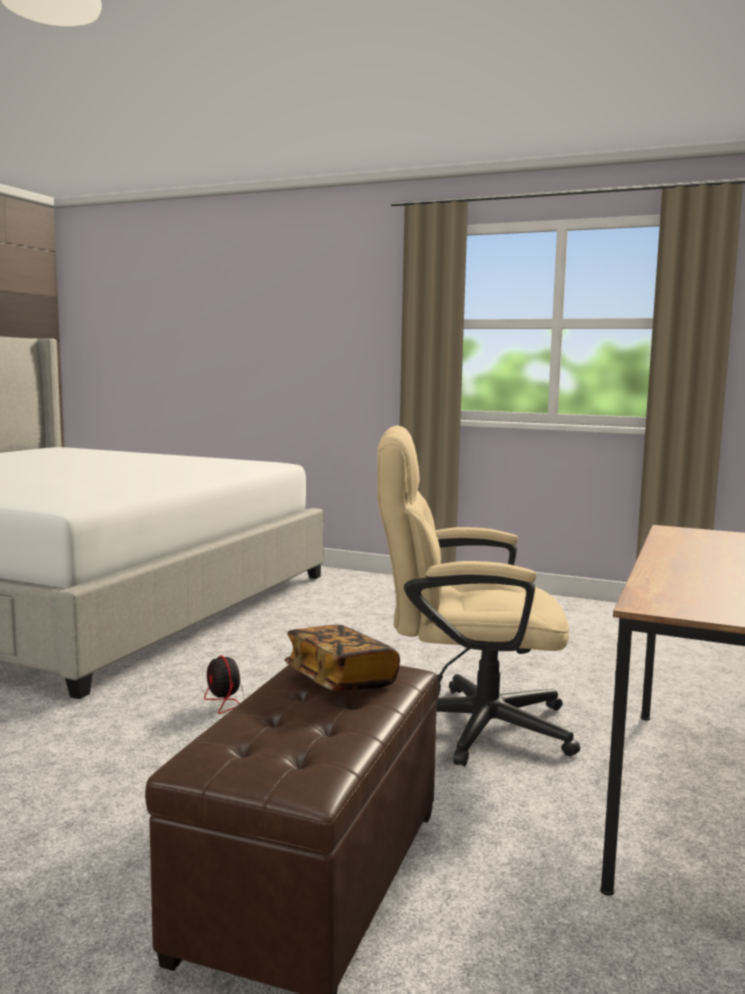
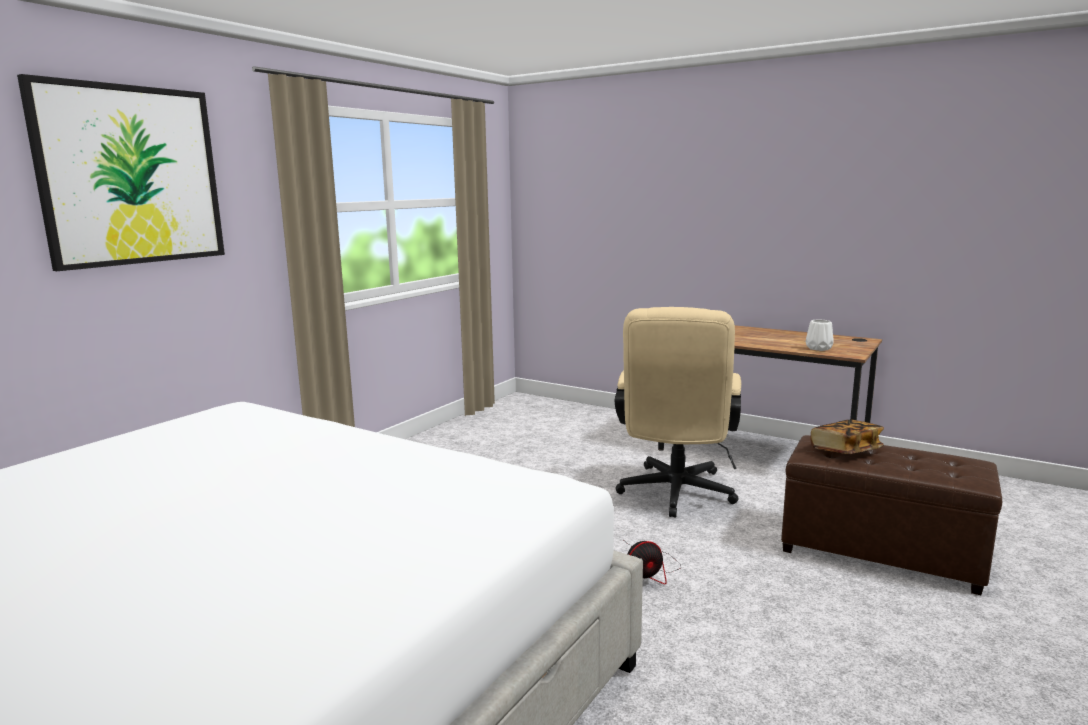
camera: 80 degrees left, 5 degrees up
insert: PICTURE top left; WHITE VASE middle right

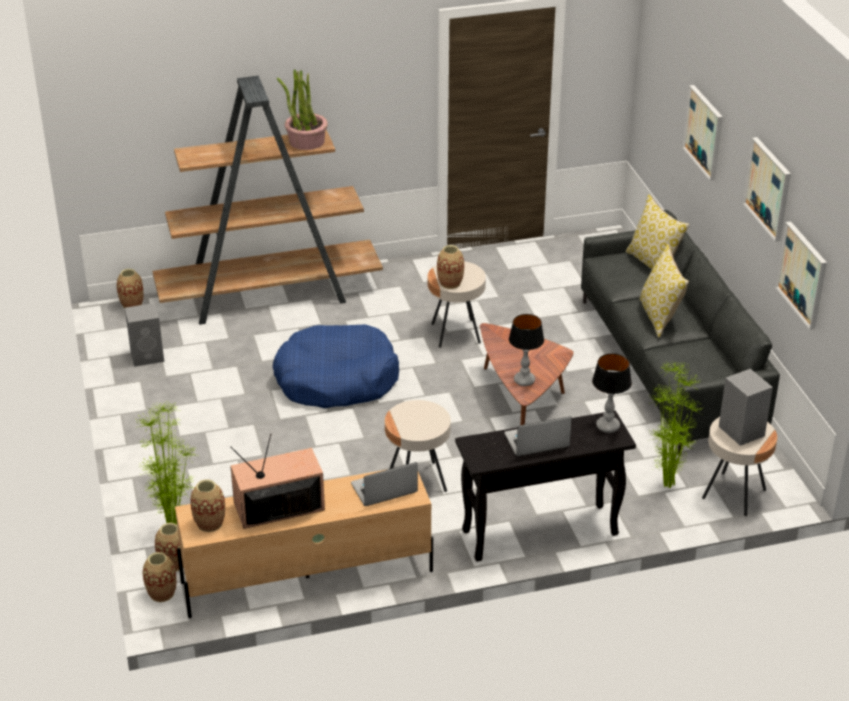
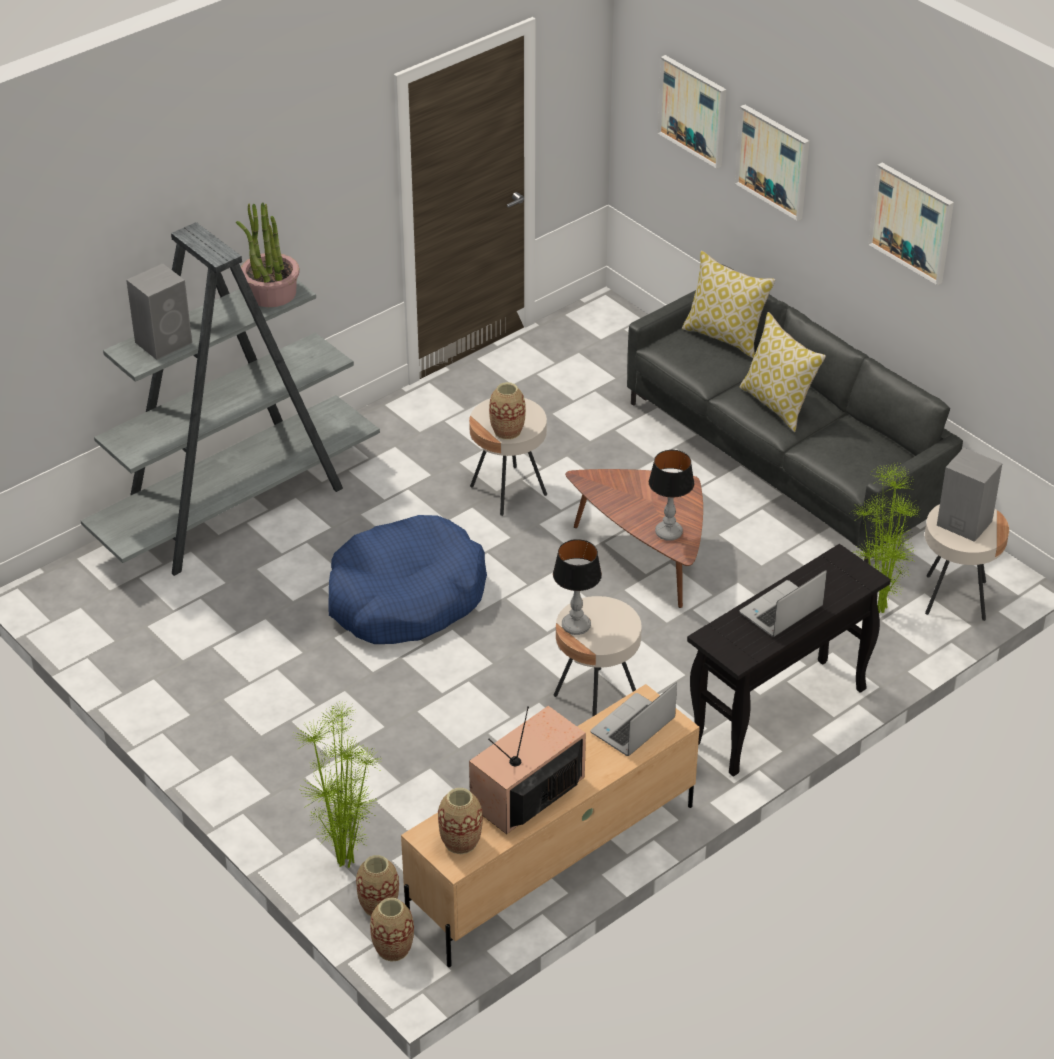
camera: 25 degrees left, 5 degrees up
delete: VASE (1st from left) middle left
move: GREY SPEAKER (1st from left) middle left to top left; TABLE LAMP (2nd from left in the first image) middle right to TABLE LAMP (1st from left) centre; PICTURE (3rd from left in the first image) middle right to PICTURE (1st from left) top centre
recolor: BROWN BOOKCASE top left to GREY BOOKCASE middle left

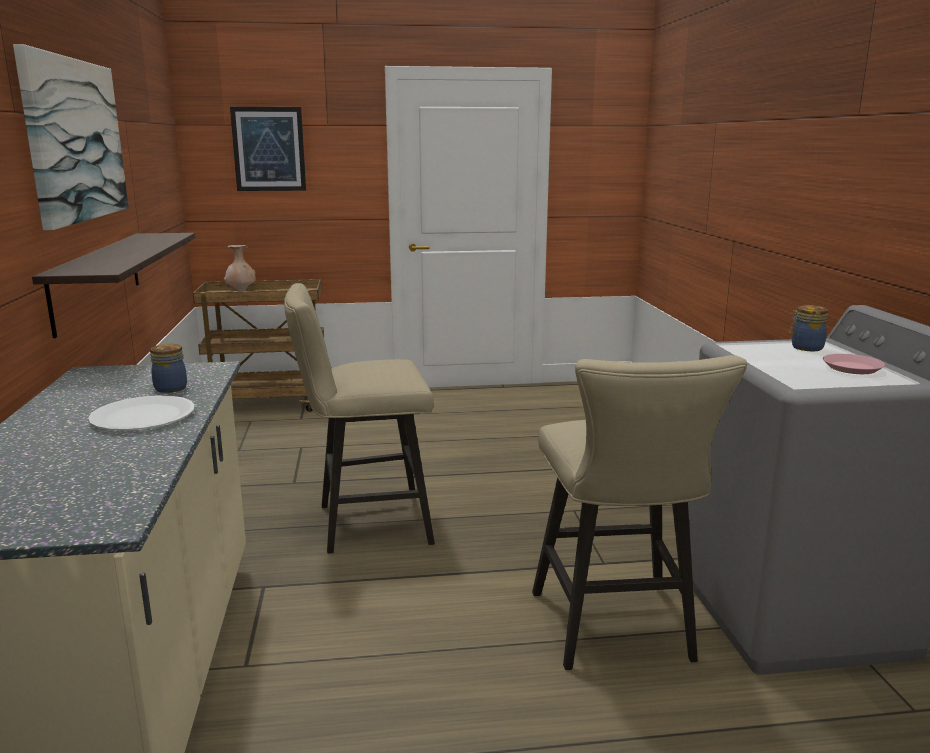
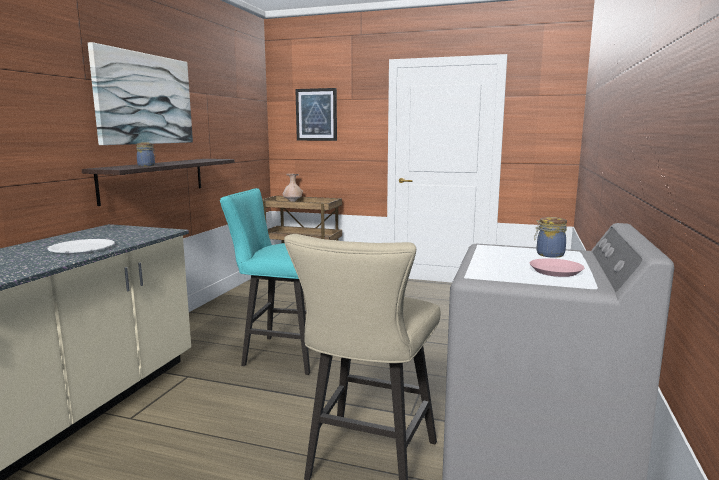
camera: 25 degrees right, 5 degrees down
move: JAR (1st from left) middle left to top left
recolor: BEIGE STOOL (1st from left) centre to TURQUOISE STOOL centre

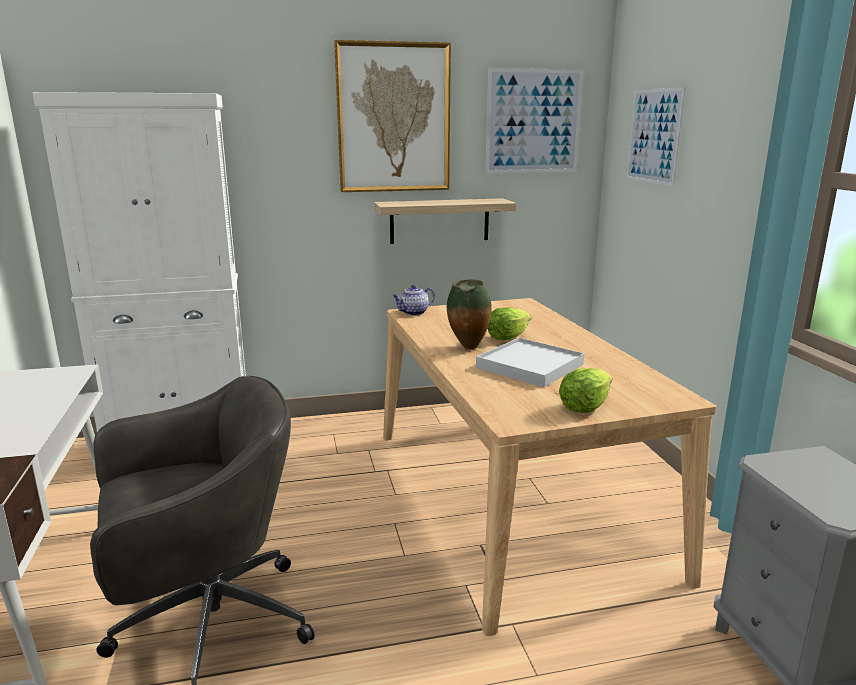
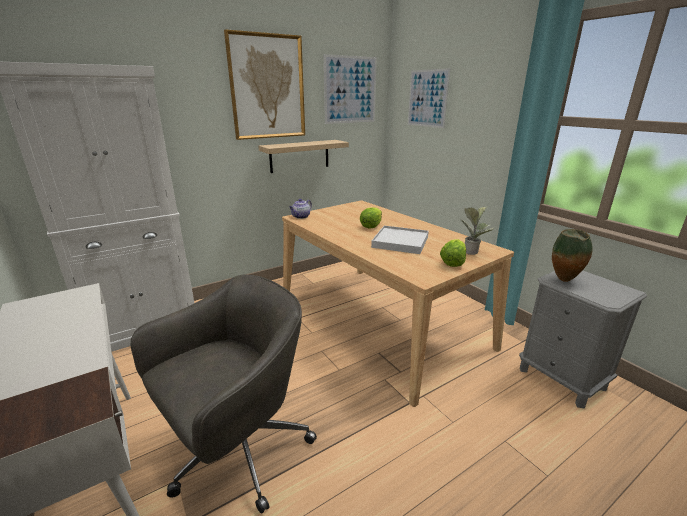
camera: 20 degrees left, 5 degrees up
insert: POTTED PLANT middle right
move: VASE centre to middle right

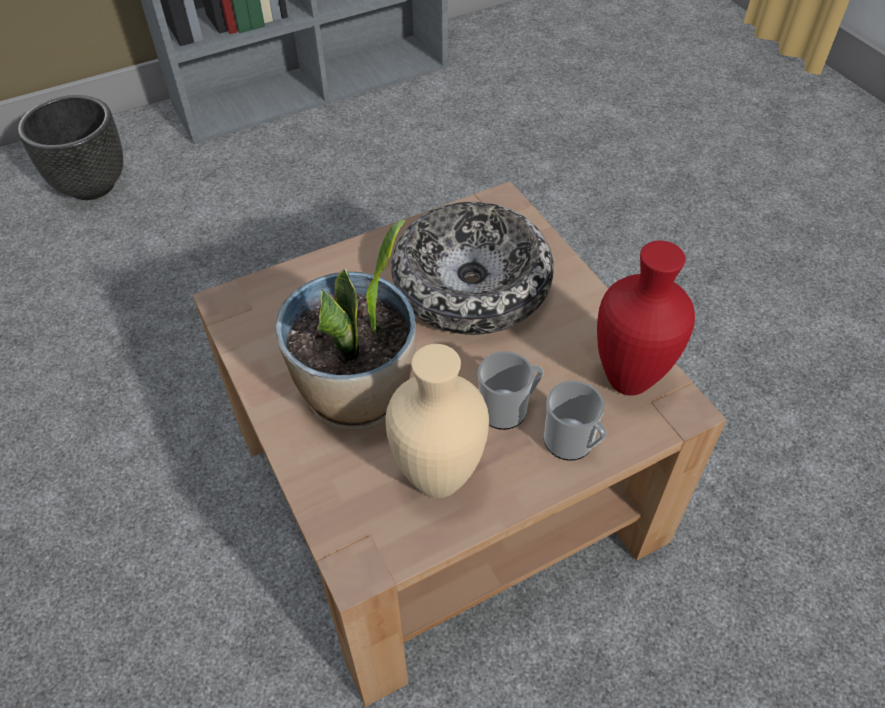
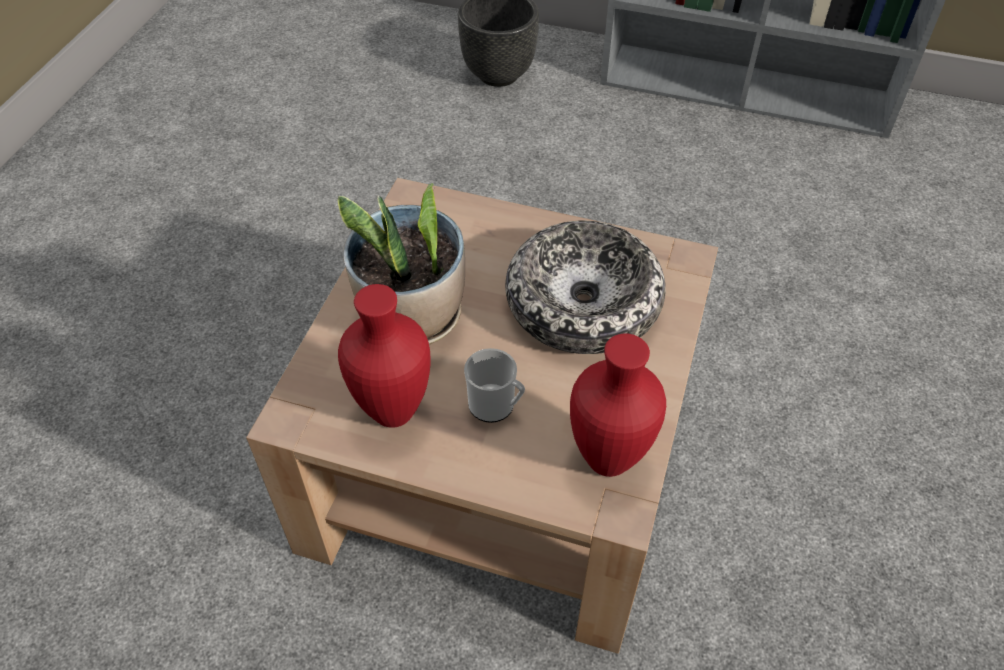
camera: 45 degrees right, 0 degrees up
delete: MUG (2nd from left) centre
recolor: BEIGE VASE centre to RED VASE (1st from left) centre

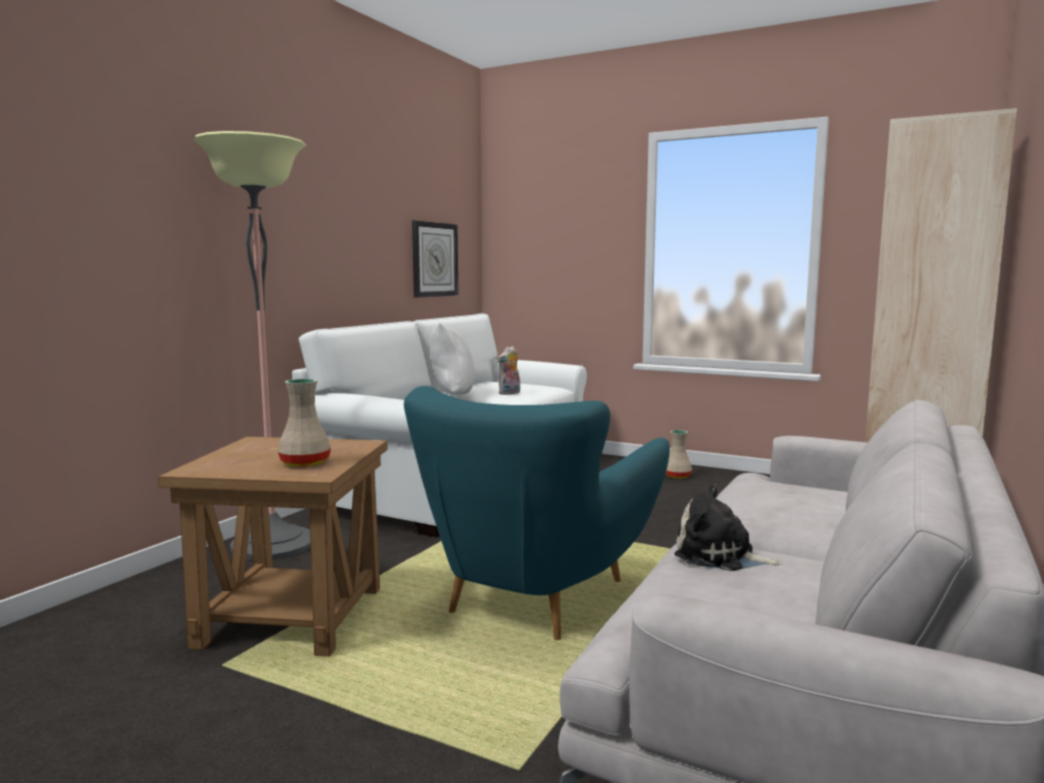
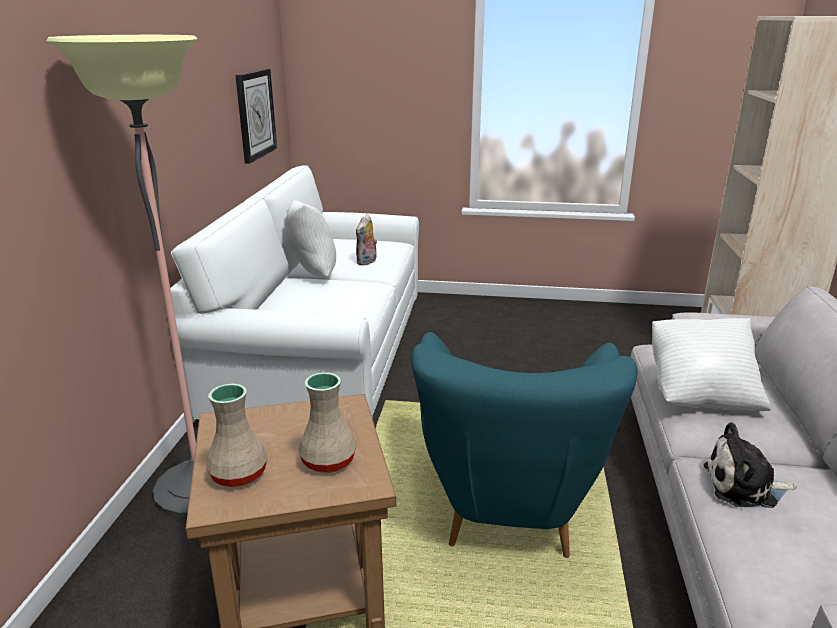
camera: 20 degrees left, 15 degrees up
insert: WHITE PILLOW (2nd from left) middle right
move: BEIGE VASE (2nd from left in the first image) centre to BEIGE VASE (1st from left) bottom left

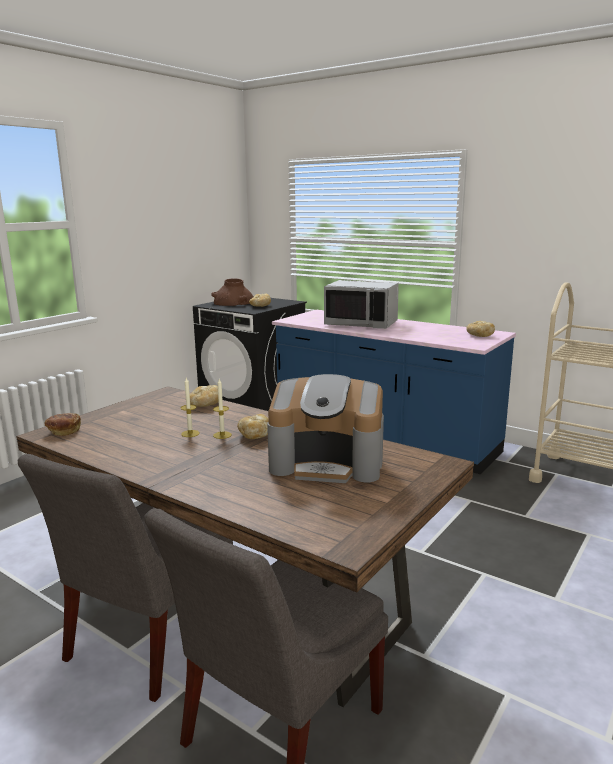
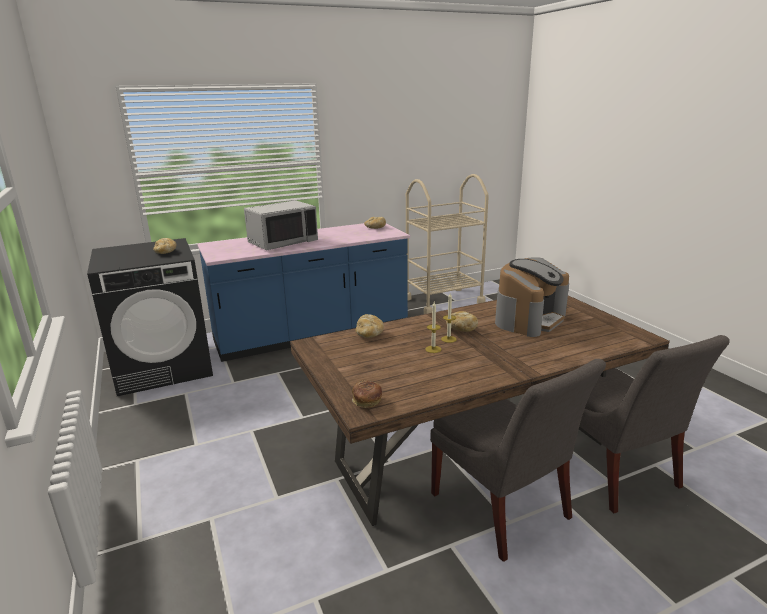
camera: 60 degrees left, 5 degrees up
delete: BROWN VASE centre

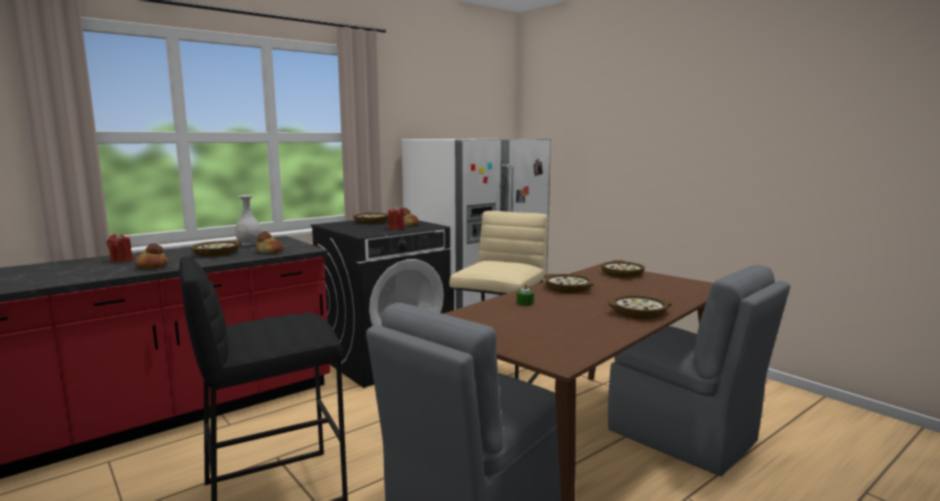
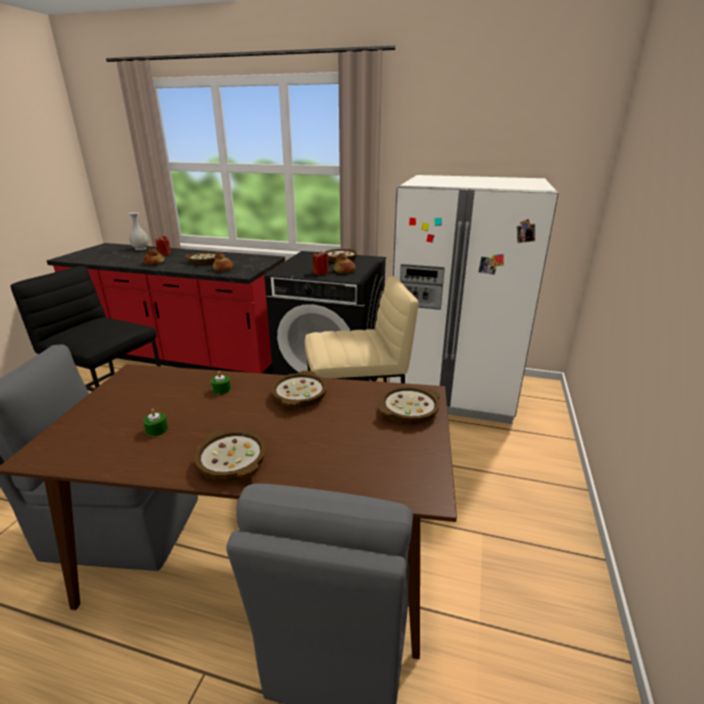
camera: 55 degrees right, 15 degrees up
insert: GREEN CANDLE (1st from left) middle left
move: WHITE VASE middle left to top left

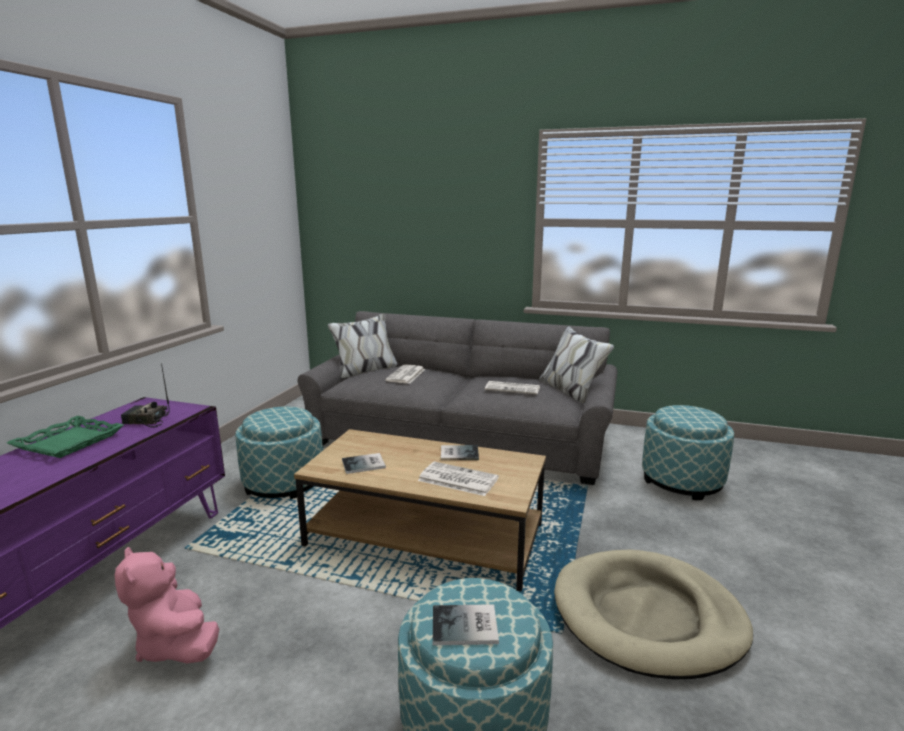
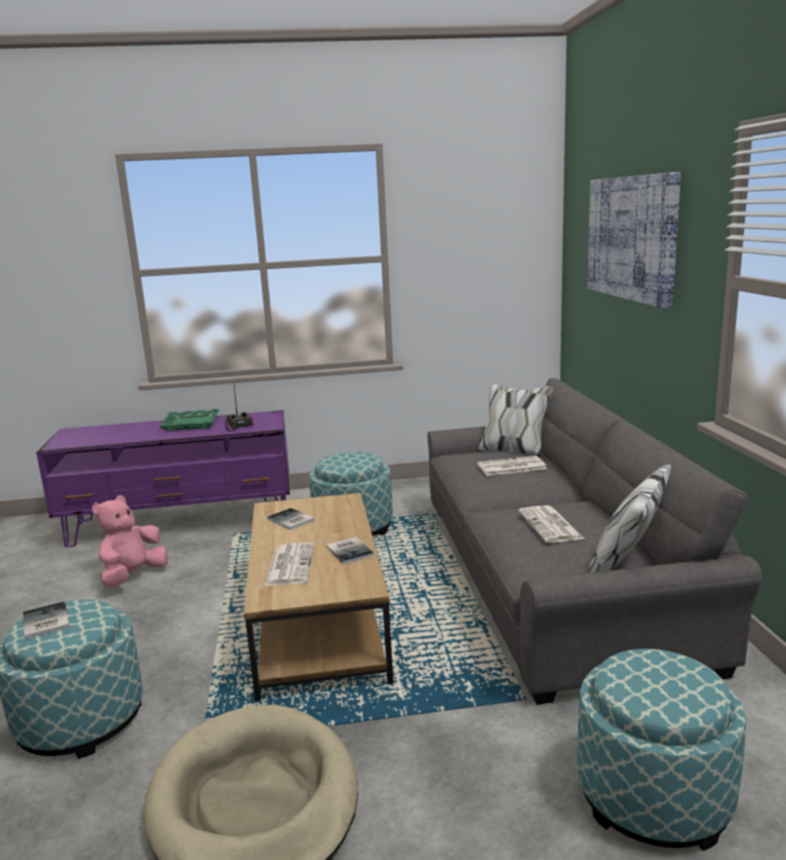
camera: 65 degrees right, 0 degrees up
insert: PICTURE top right

